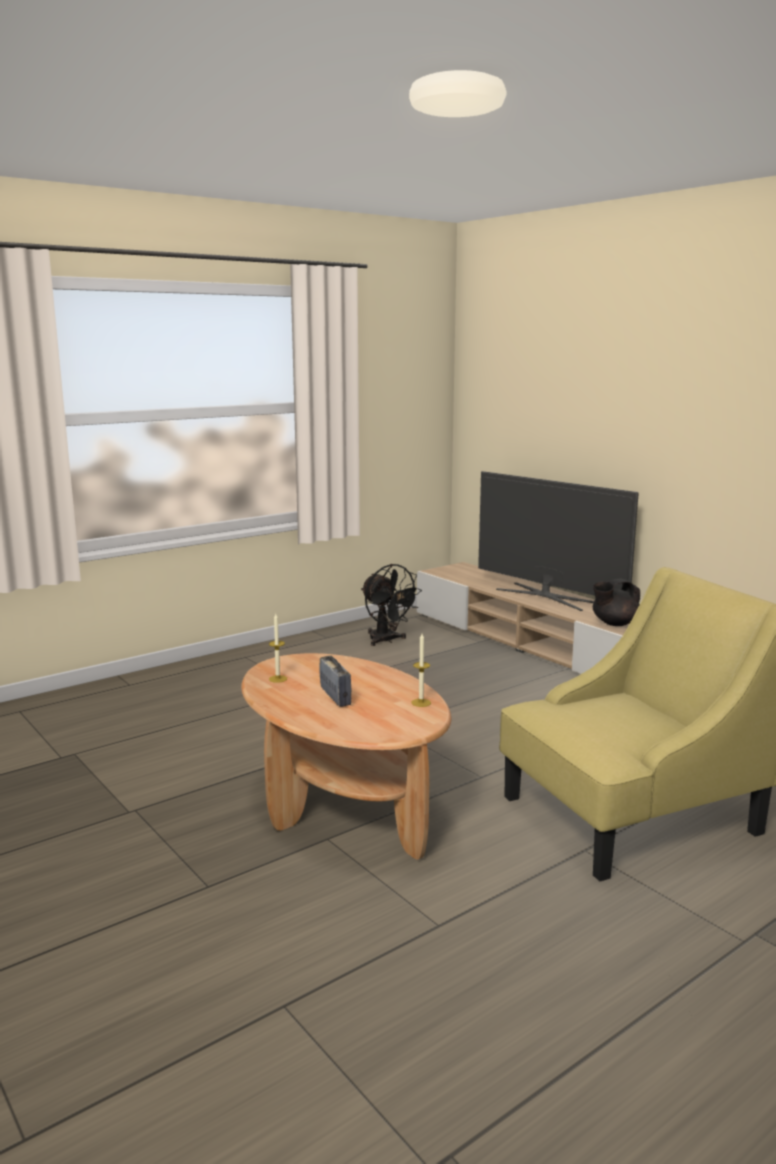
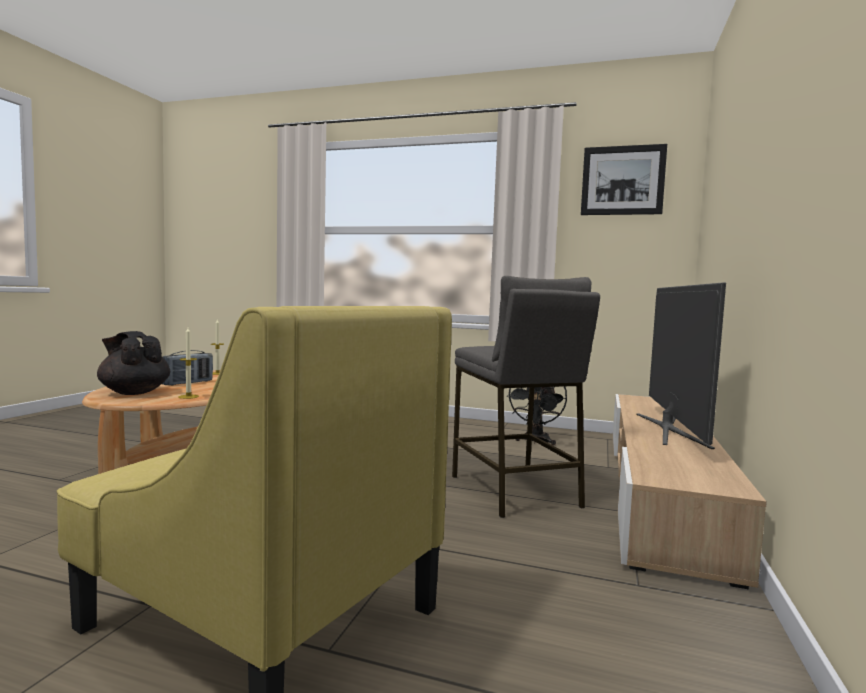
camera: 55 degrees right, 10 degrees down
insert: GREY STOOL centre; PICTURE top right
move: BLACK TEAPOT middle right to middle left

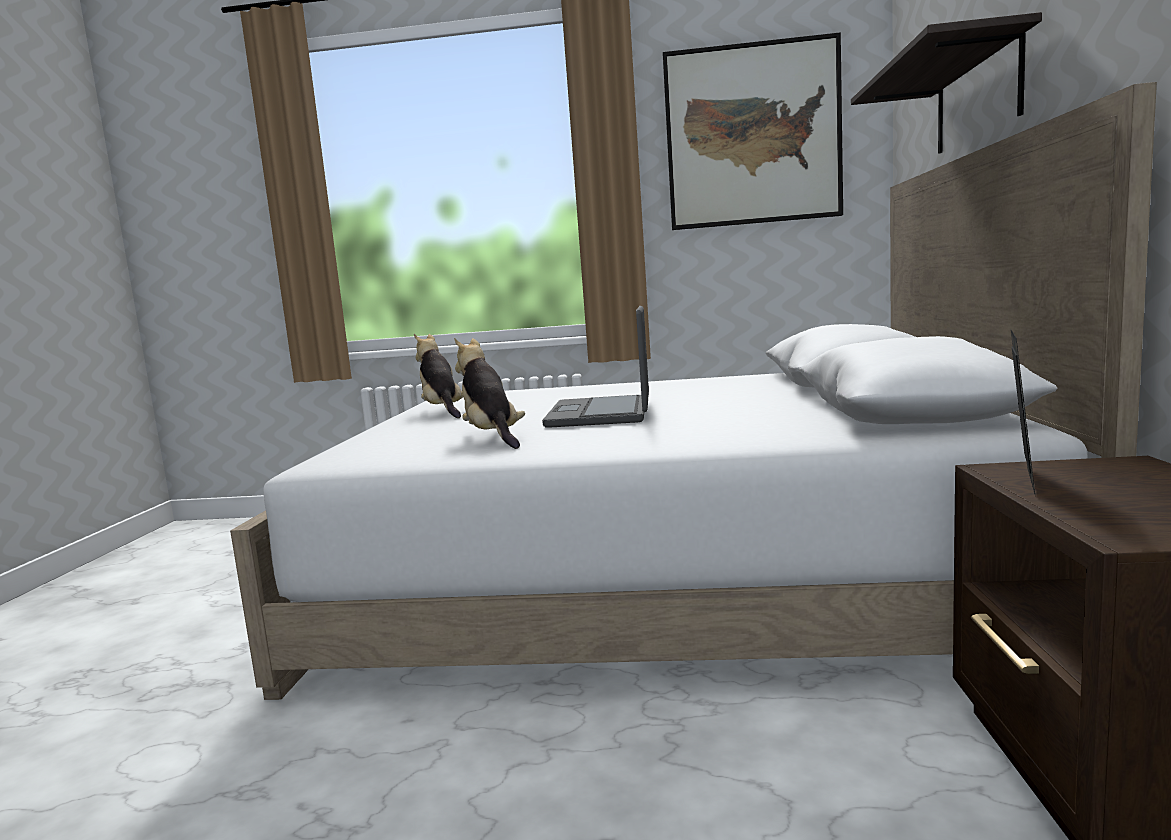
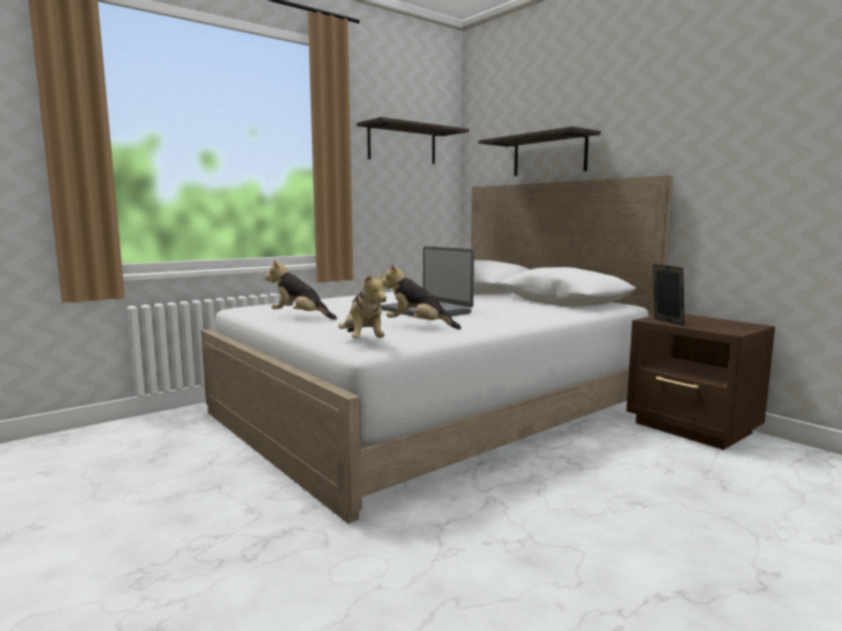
camera: 45 degrees left, 0 degrees up
insert: PLUSH TOY (2nd from left) centre
replace: PICTURE top centre to SHELF (1st from left) top centre

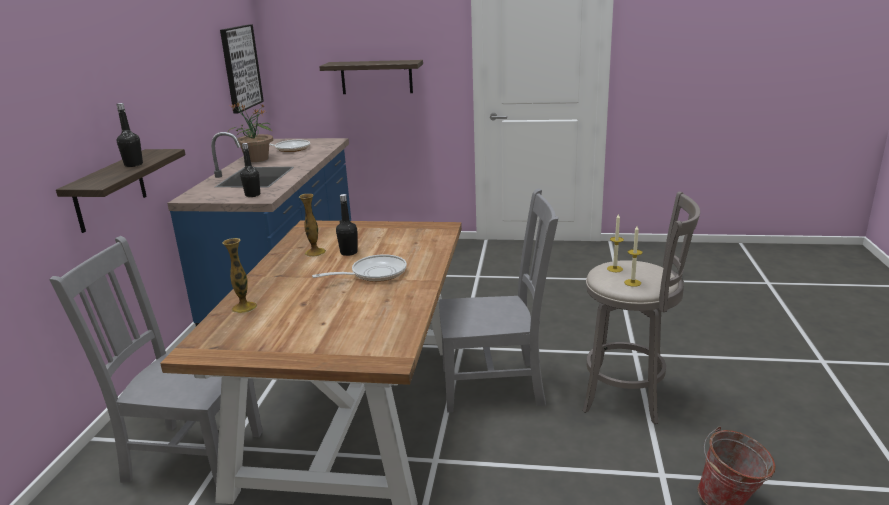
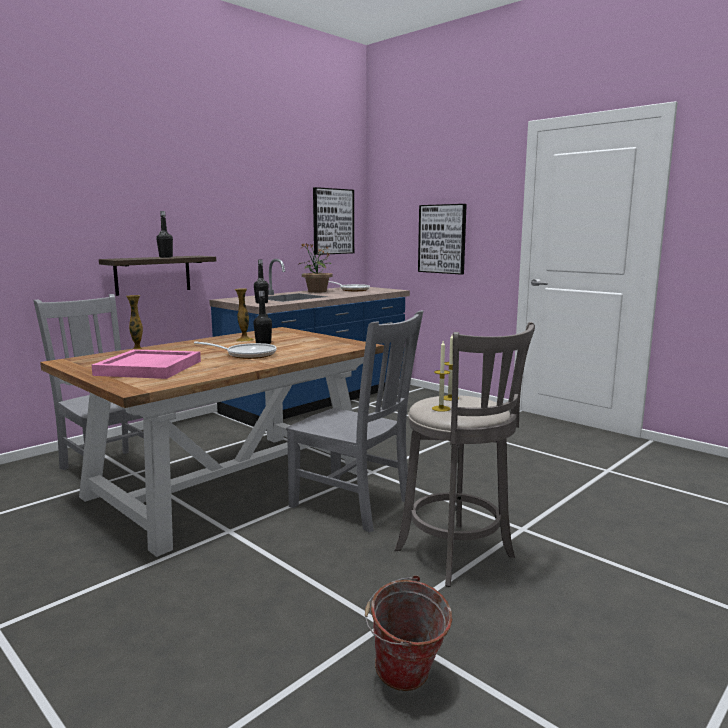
camera: 35 degrees right, 10 degrees down
insert: PINK TRAY middle left
replace: SHELF (2nd from left) top centre to PICTURE (2nd from left) top centre

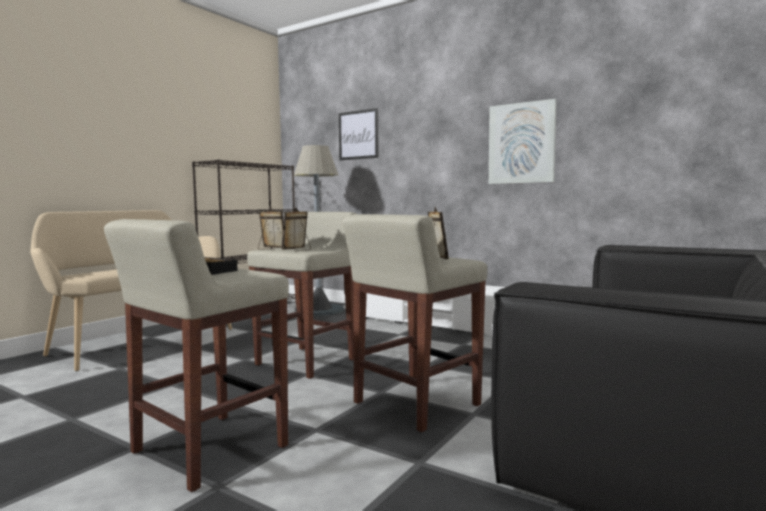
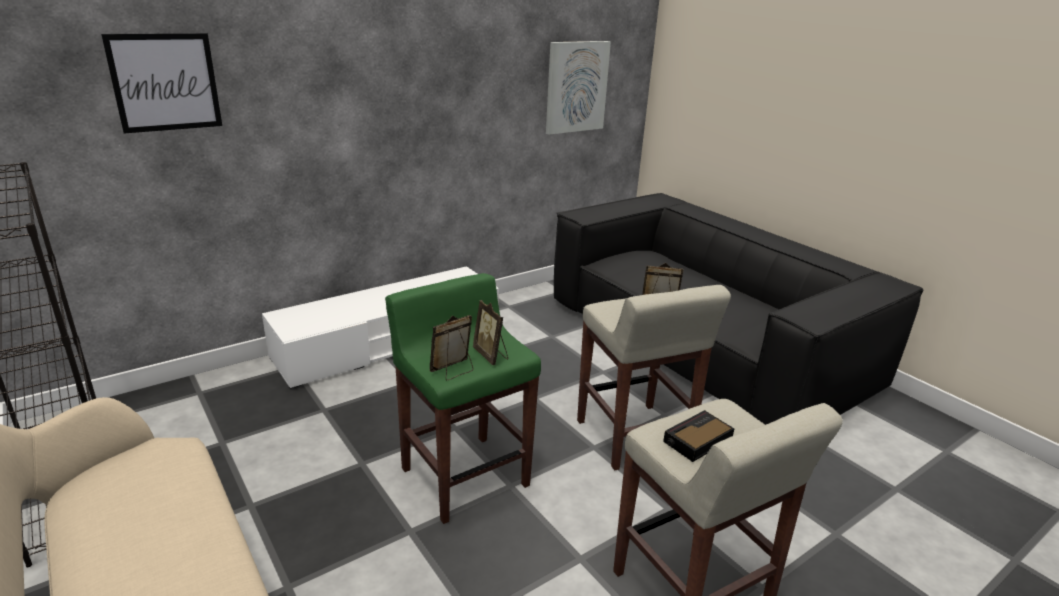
camera: 70 degrees left, 20 degrees up
delete: GREY FLOOR LAMP centre
move: PICTURE (2nd from left) top right to top centre
recolor: BEIGE STOOL (2nd from left) centre to GREEN STOOL bottom centre

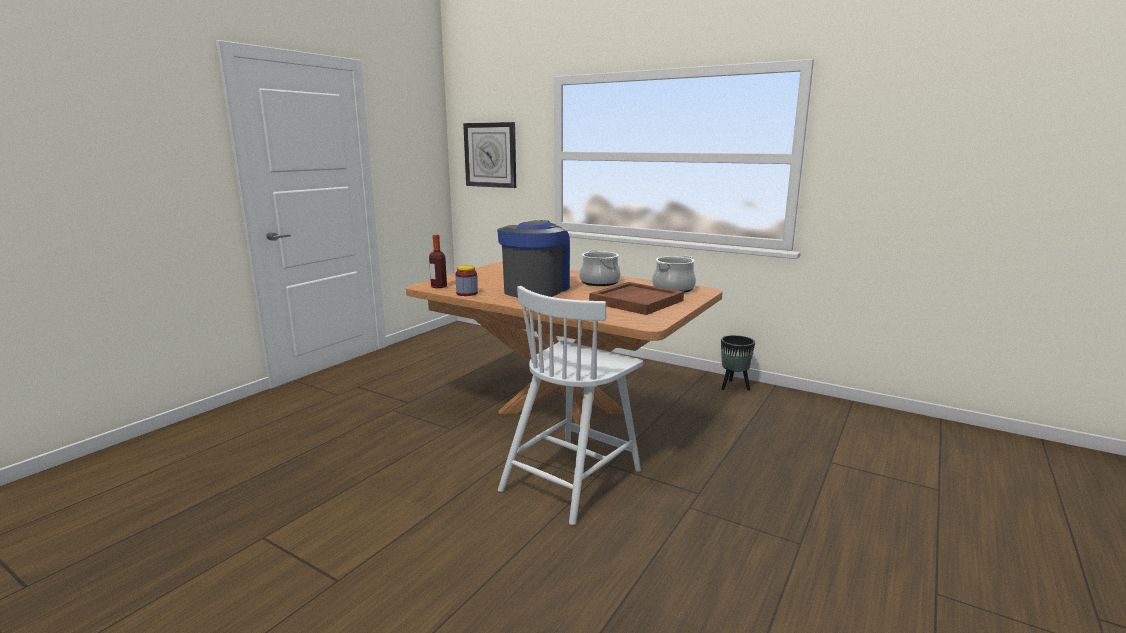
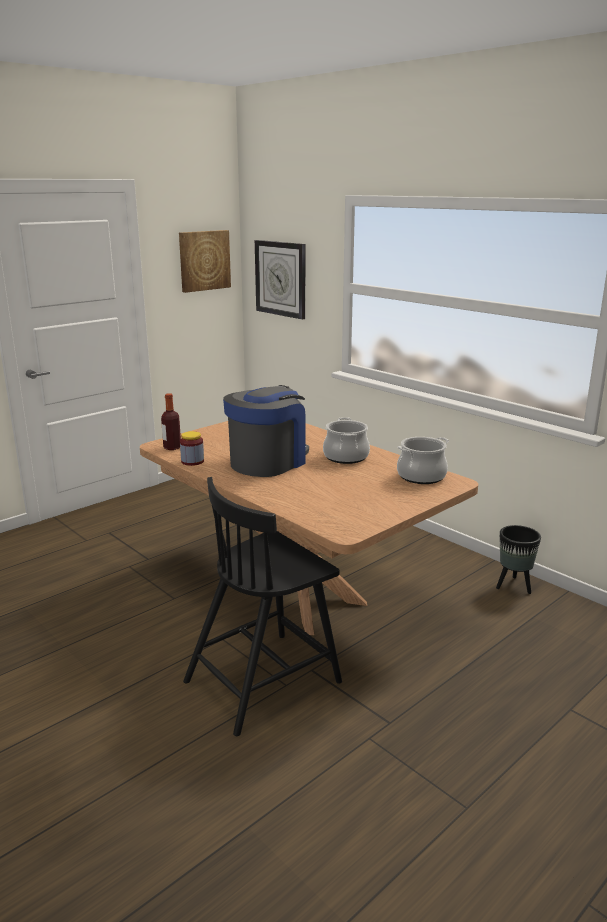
camera: 15 degrees right, 5 degrees up
delete: BROWN TRAY centre
insert: PICTURE top centre
recolor: WHITE CHAIR centre to BLACK CHAIR centre

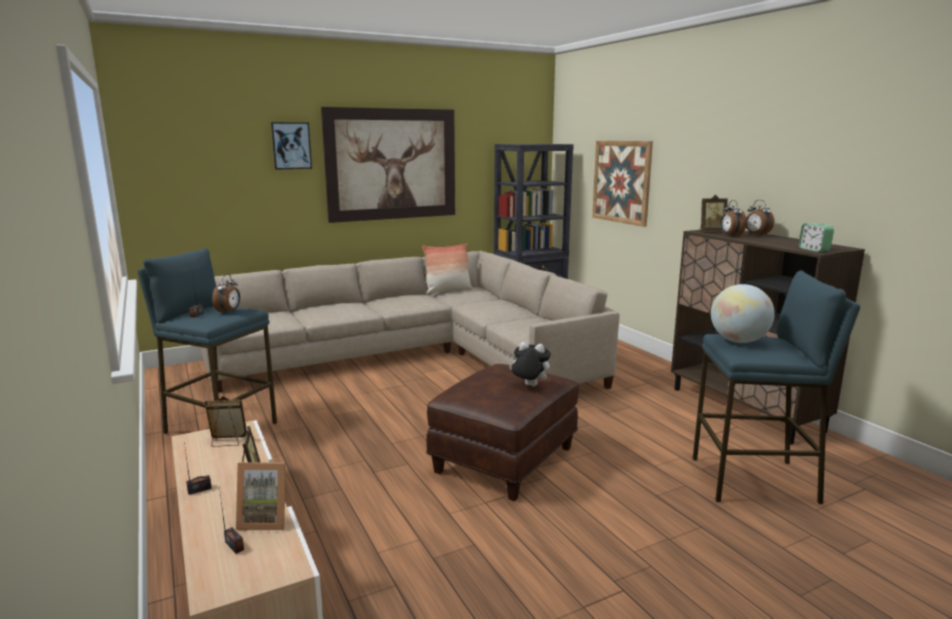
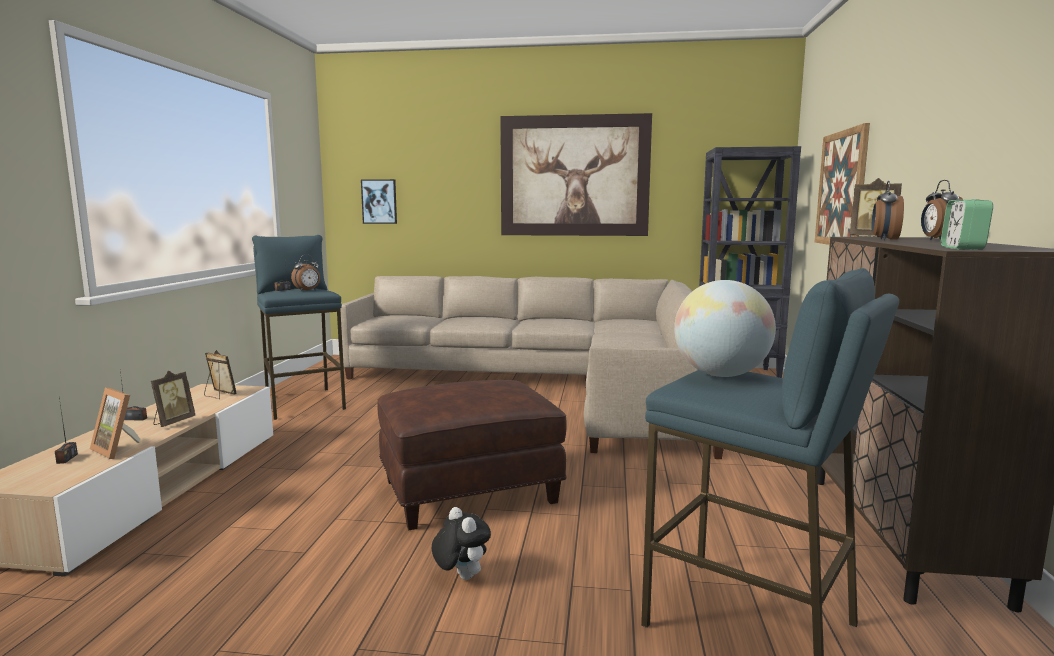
camera: 35 degrees right, 5 degrees down
delete: PILLOW centre
move: PICTURE (1st from left) top left to top centre; PLUSH TOY centre to bottom centre

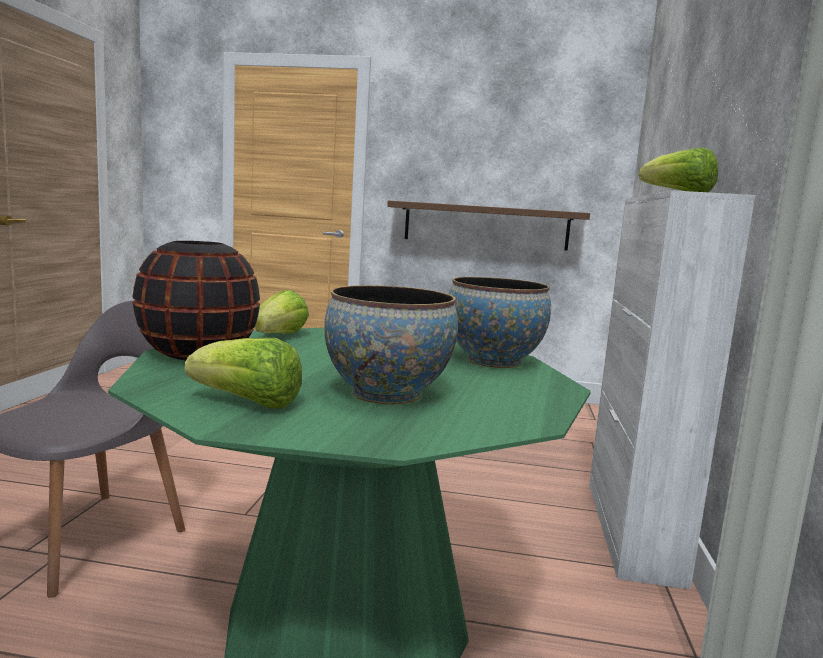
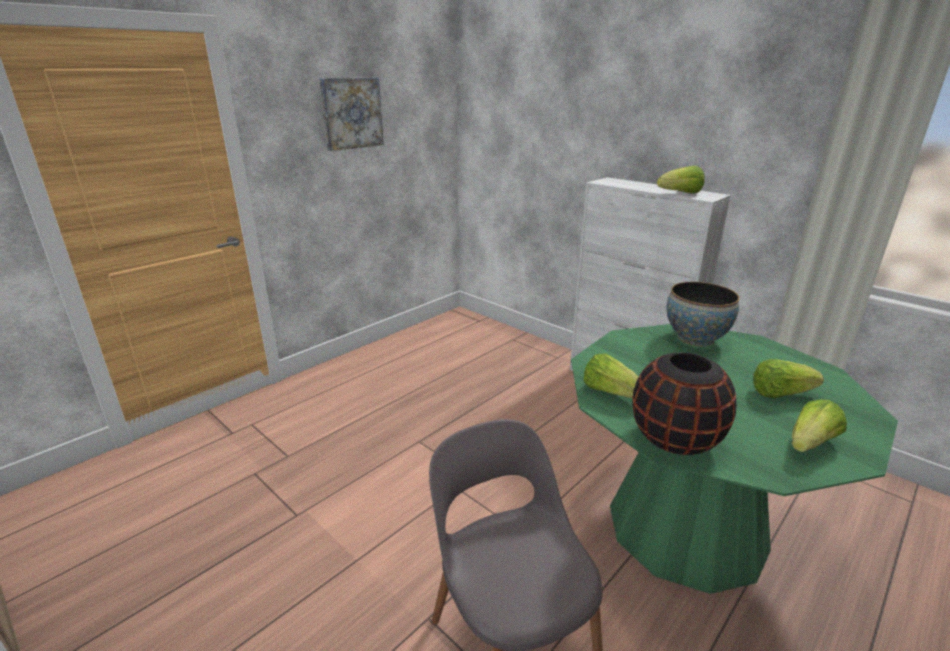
camera: 55 degrees left, 15 degrees up
delete: BROWN SHELF centre
insert: PICTURE top centre
replace: BOWL (1st from left) centre to LETTUCE (3rd from left) middle right

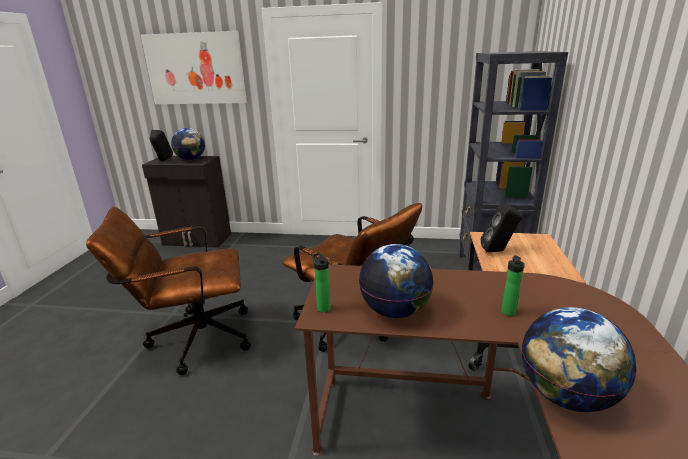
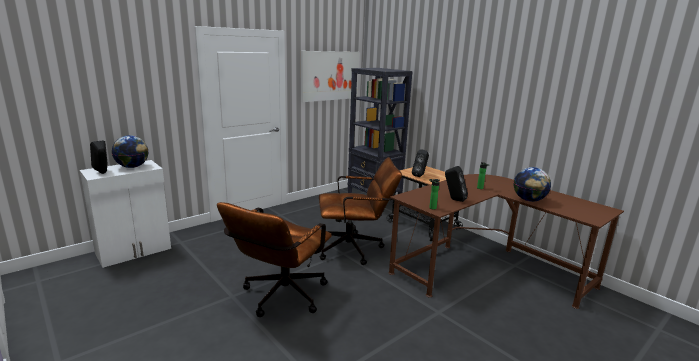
camera: 50 degrees left, 5 degrees down
move: PICTURE top left to top centre
replace: GLOBE (2nd from left) centre to BLACK SPEAKER (3rd from left) centre
recolor: BLACK CABINET middle left to WHITE CABINET middle left

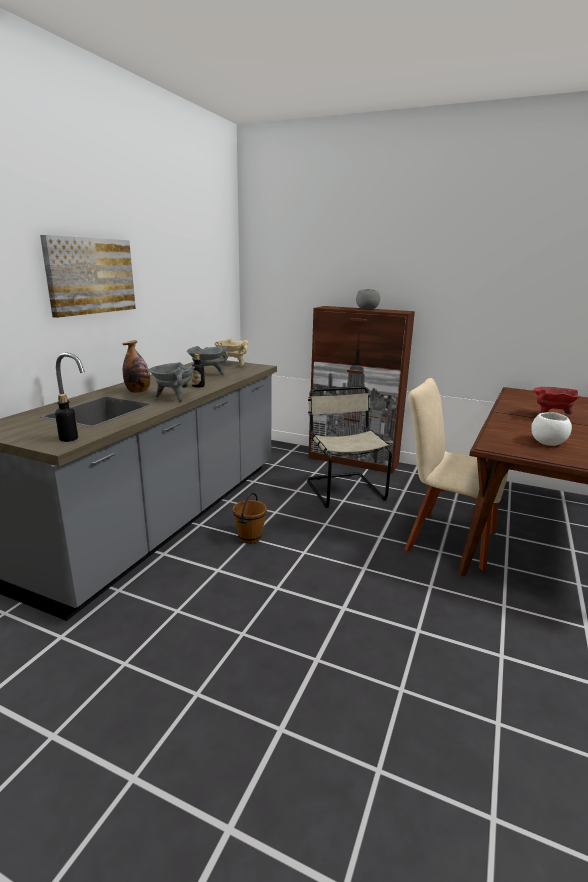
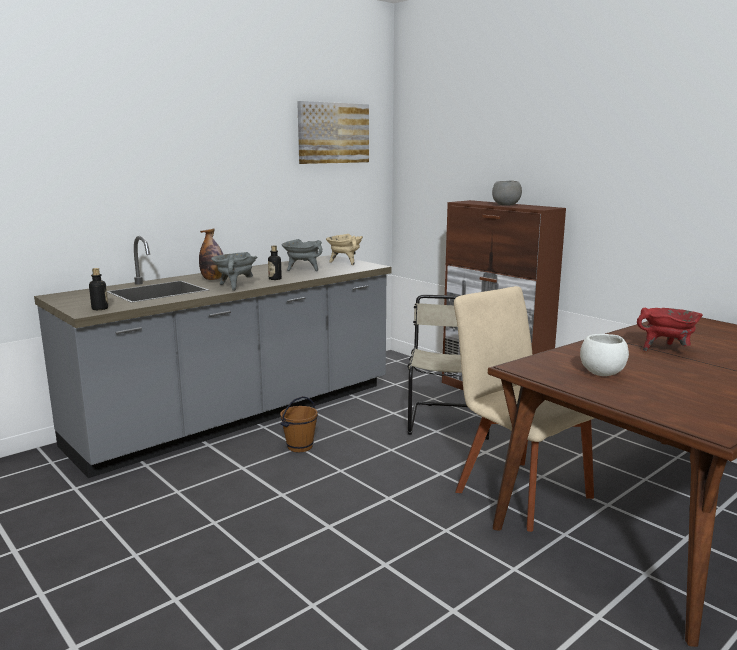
camera: 25 degrees right, 5 degrees down
move: PICTURE top left to top centre

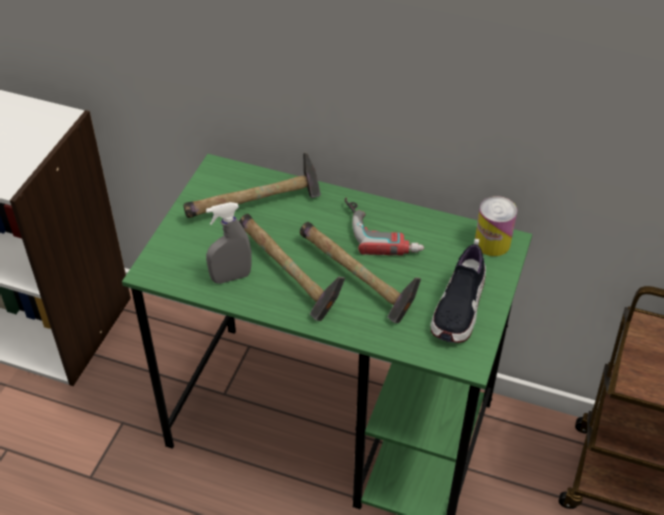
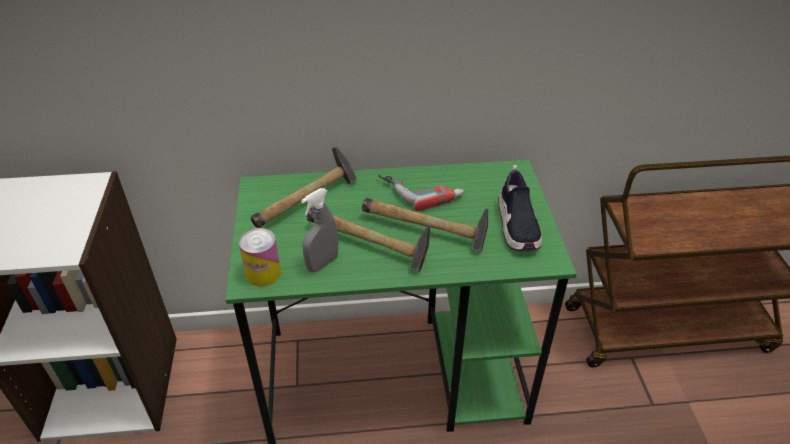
camera: 25 degrees left, 5 degrees down
move: CAN middle right to middle left

